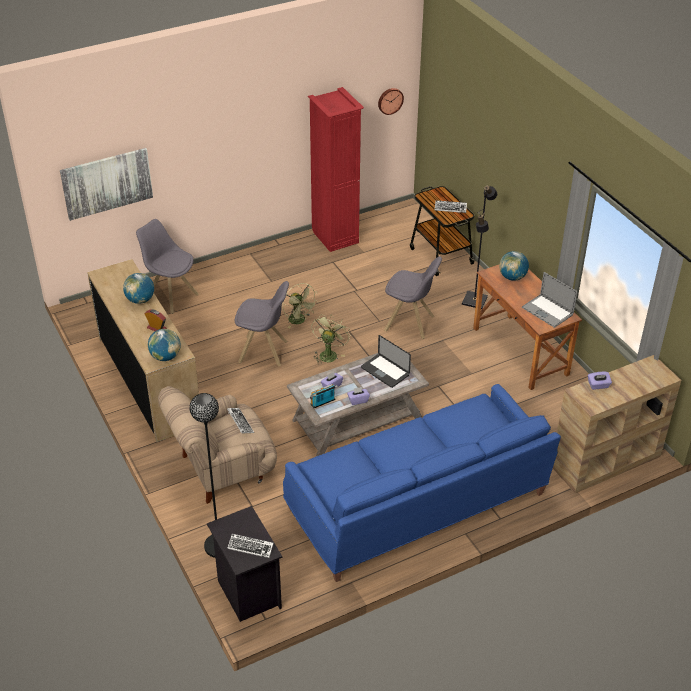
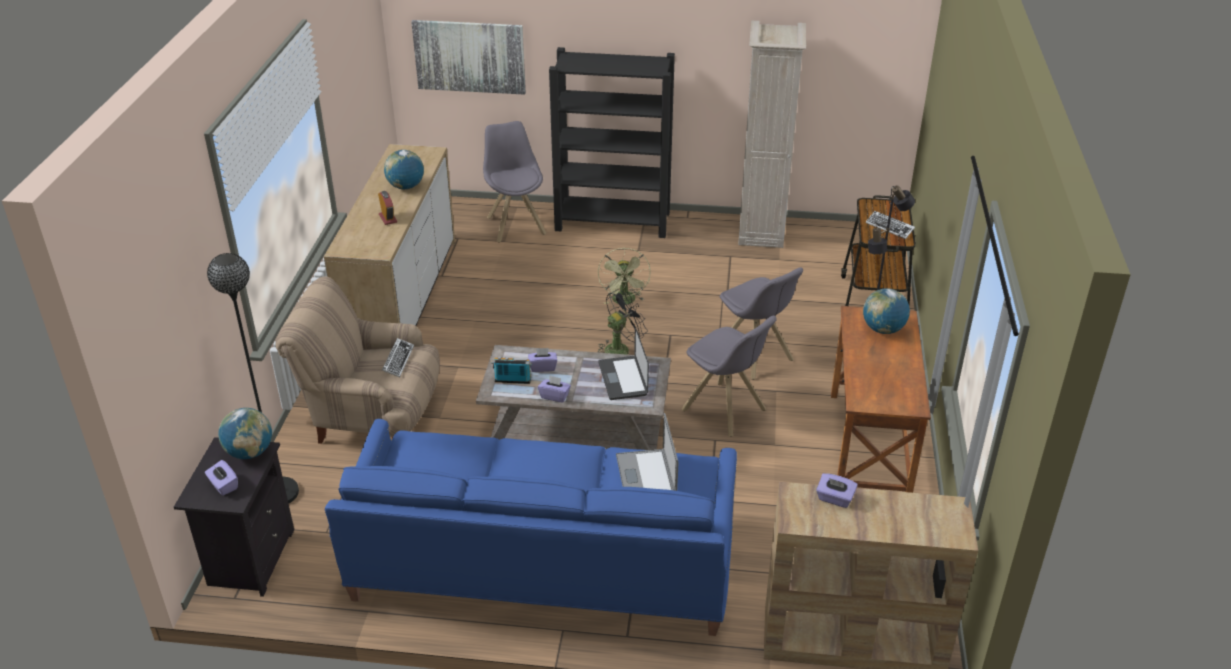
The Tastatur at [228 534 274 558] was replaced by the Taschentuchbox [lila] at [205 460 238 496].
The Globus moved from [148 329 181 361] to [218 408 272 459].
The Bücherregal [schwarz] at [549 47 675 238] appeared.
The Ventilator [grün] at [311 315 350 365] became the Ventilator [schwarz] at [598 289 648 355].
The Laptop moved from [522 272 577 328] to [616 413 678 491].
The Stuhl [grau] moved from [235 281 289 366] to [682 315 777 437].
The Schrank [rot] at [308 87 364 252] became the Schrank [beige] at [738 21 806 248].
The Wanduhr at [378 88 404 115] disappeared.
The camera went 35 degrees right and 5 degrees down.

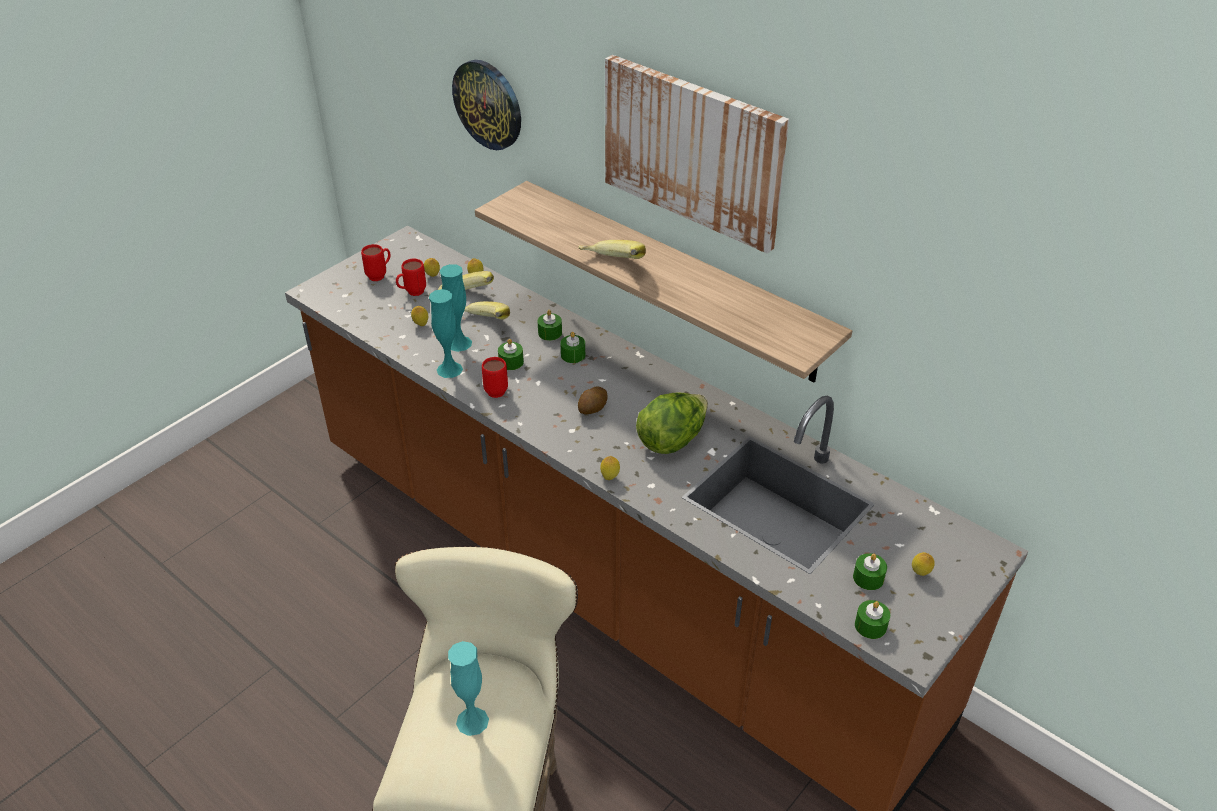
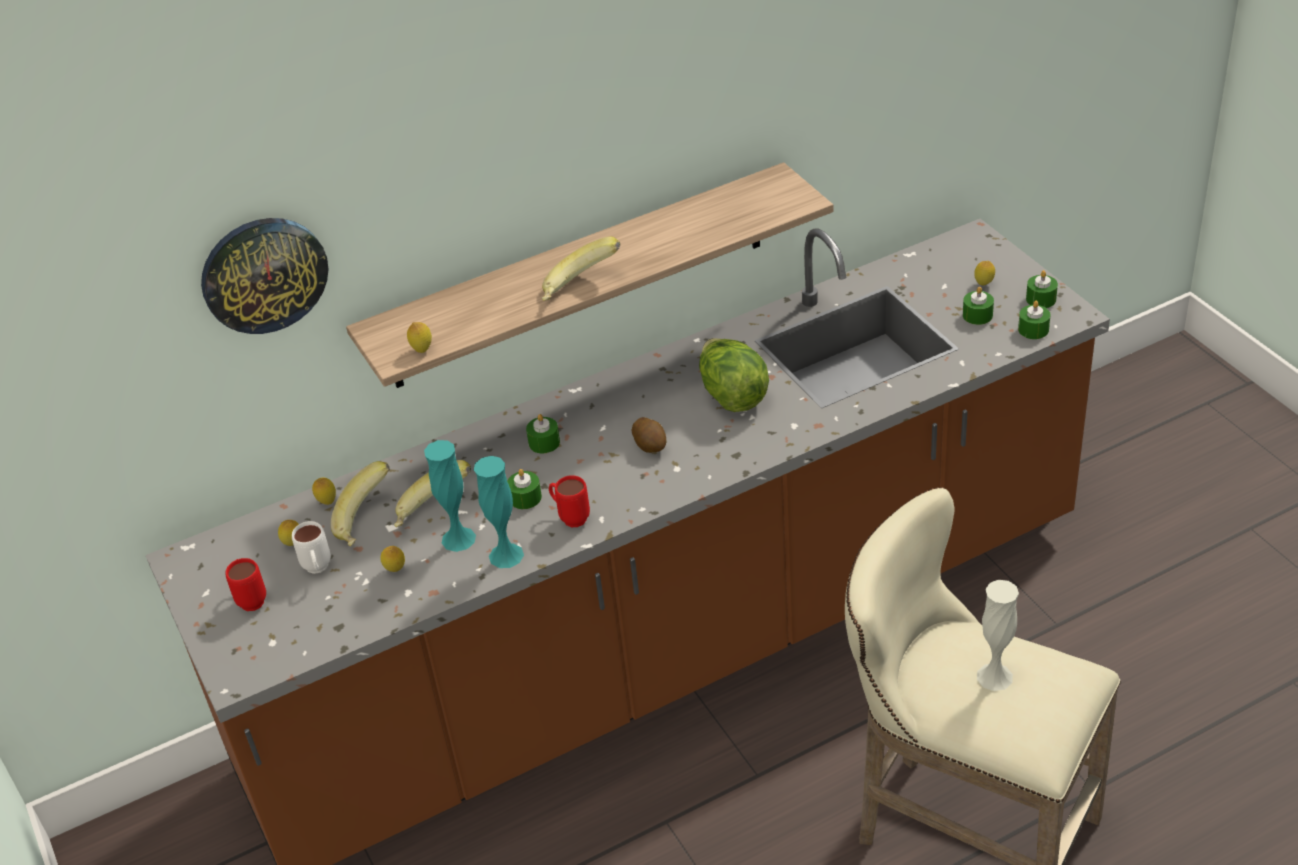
The Henkelbecher [rot] at [396 259 426 296] became the Henkelbecher [weiß] at [292 521 331 574].
The Zitrone moved from [600 456 620 480] to [407 322 432 353].
The Vase [türkis] at [448 641 489 736] became the Vase [weiß] at [977 580 1019 691].
The Kerze [grün] moved from [538 310 562 341] to [1026 270 1058 308].
The Bild at [605 55 789 254] disappeared.
The camera went 65 degrees left and 0 degrees up.

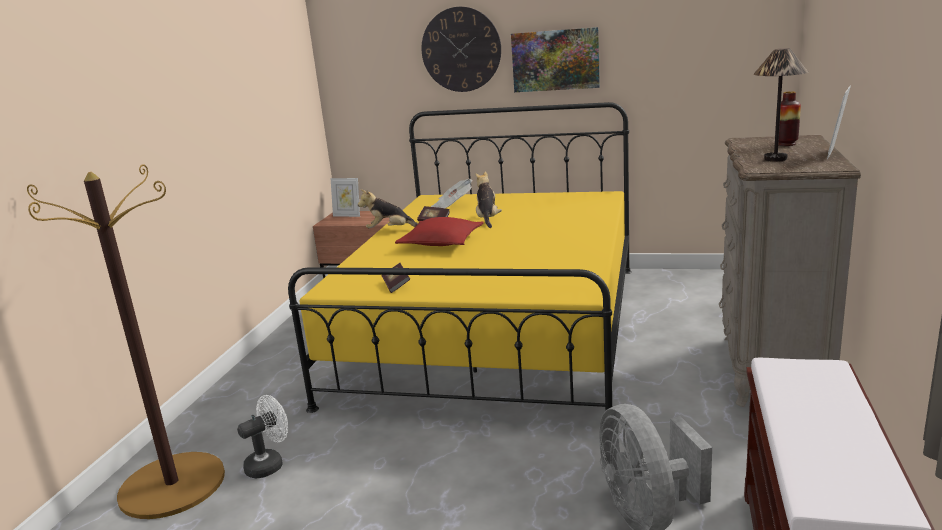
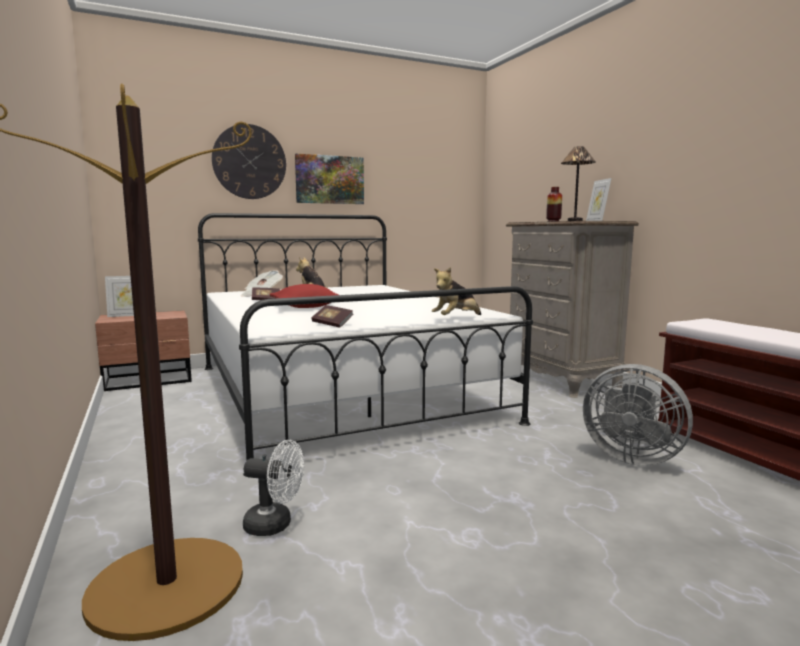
The Bett [gelb] at [288 102 632 413] became the Bett [weiß] at [198 213 533 477].
The Ventilator [weiß] at [237 395 288 478] turned 90 degrees clockwise.
The Plüschtier moved from [358 189 418 228] to [432 267 481 315].
The camera went 40 degrees left and 10 degrees down.

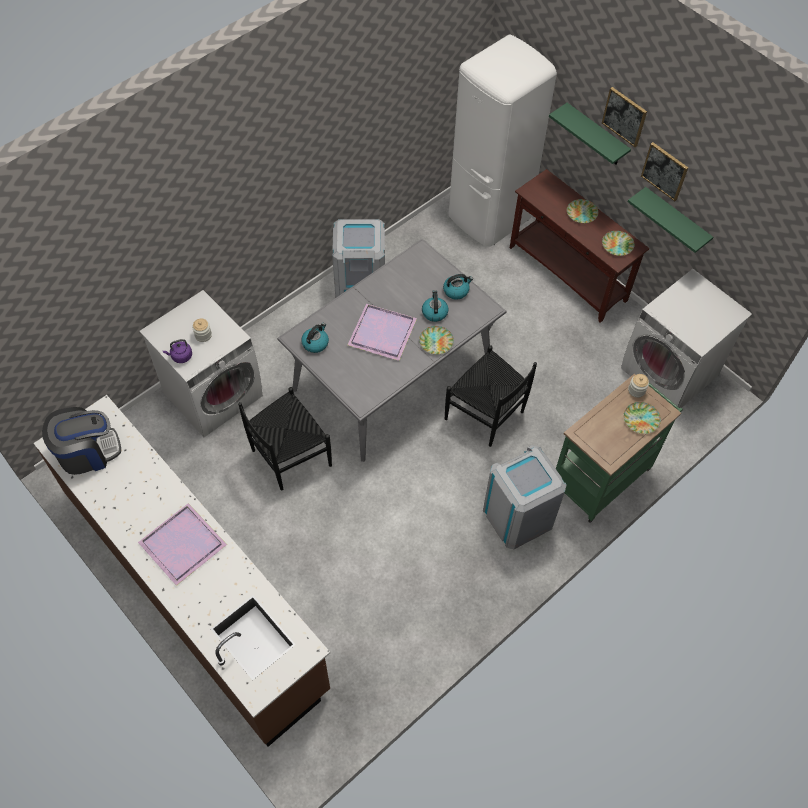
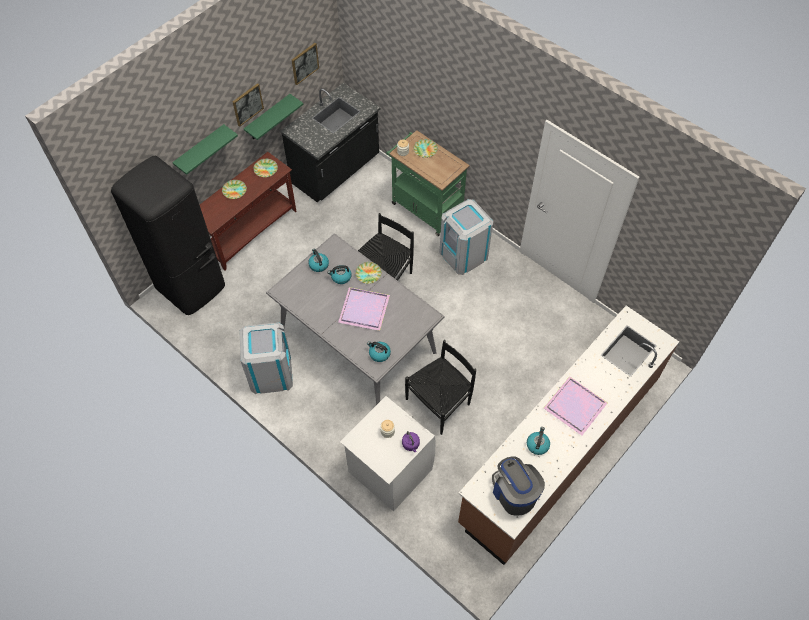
The Kühlschrank [weiß] at [448 35 557 247] became the Kühlschrank [schwarz] at [111 156 225 315].
The Waschmaschine [weiß] at [621 269 752 408] was replaced by the Küchenzeile [schwarz] at [281 83 381 202].
The Bild moved from [602 87 647 147] to [292 43 319 85].
The Stuhl [schwarz] at [238 387 332 490] turned 90 degrees counterclockwise.
The Wasserkessel at [527 427 550 455] appeared.
The camera went 95 degrees left and 0 degrees up.

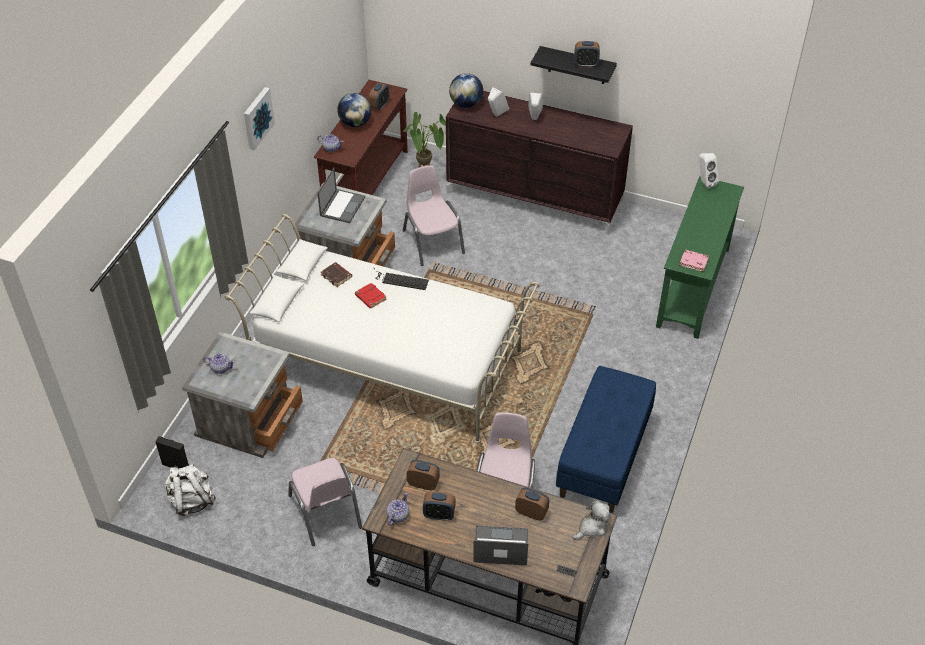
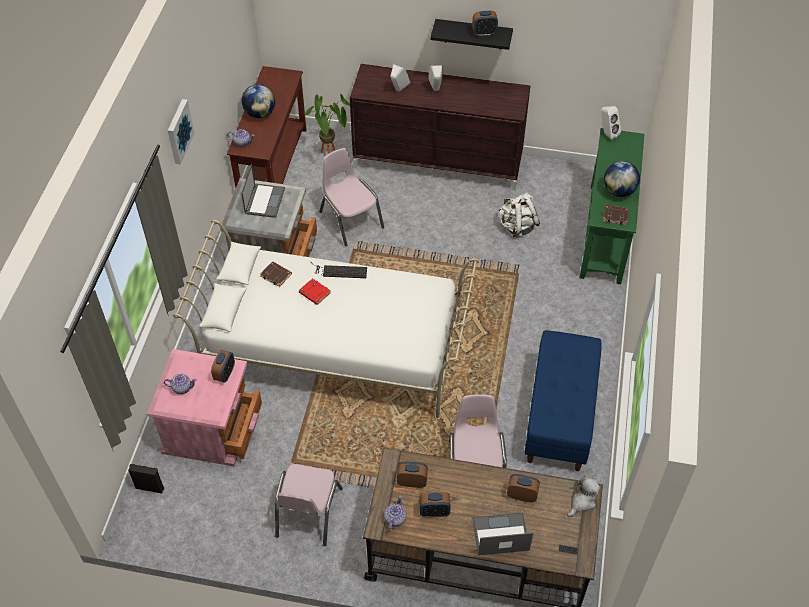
The Nachttisch [grau] at [182 332 303 458] became the Nachttisch [rosa] at [147 349 262 467].
The Wecker moved from [369 83 389 111] to [211 350 235 383].
The Stuhl [rosa] at [288 458 362 546] turned 45 degrees clockwise.
The Rucksack [weiß] moved from [165 464 216 516] to [499 192 540 238].
The Buch [rosa] at [679 249 709 272] became the Buch [braun] at [603 205 629 225].
The Globus moved from [449 73 483 108] to [604 161 640 197].
The camera went 10 degrees left and 5 degrees up.

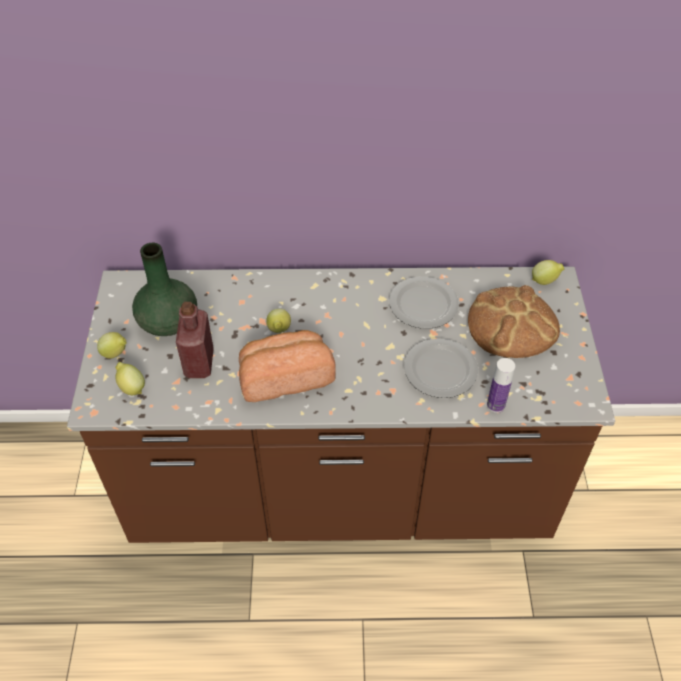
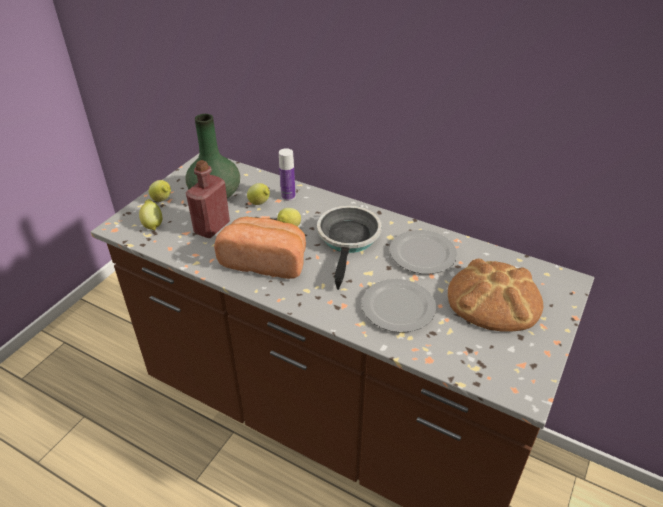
The Zitrone moved from [532 260 564 285] to [247 183 270 205].
The Flasche moved from [487 358 515 413] to [279 148 296 201].
The Pfanne at [317 206 382 290] appeared.
The camera went 30 degrees right and 10 degrees down.

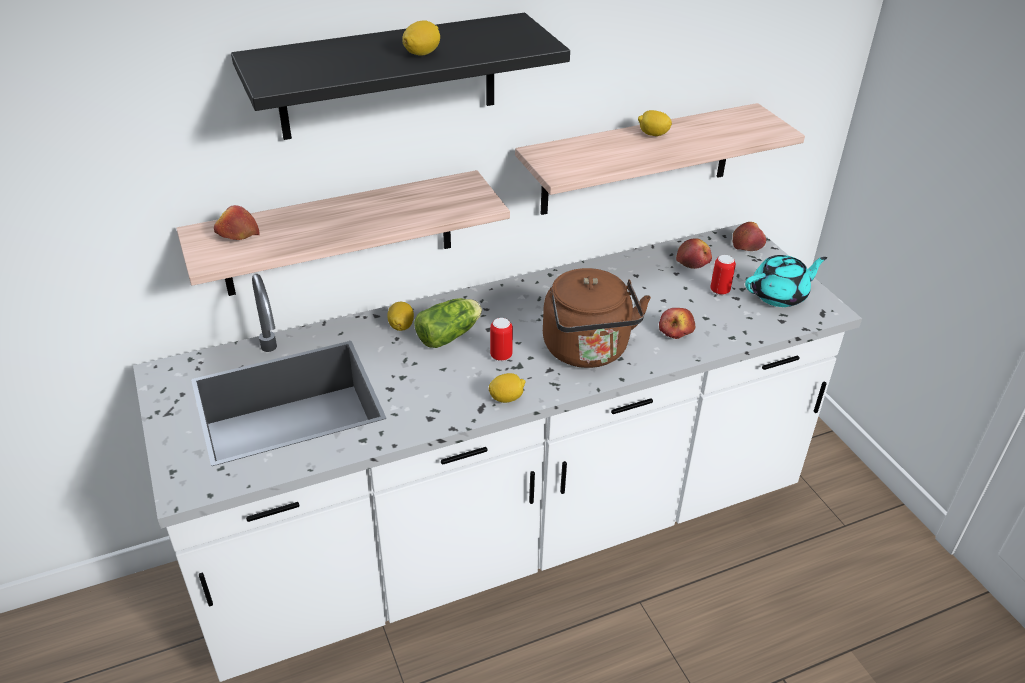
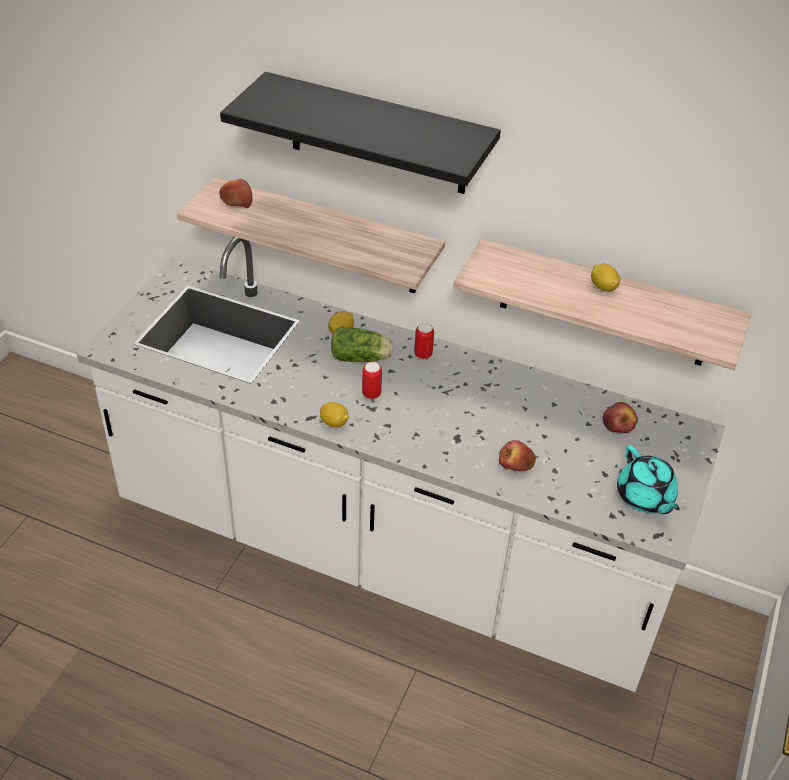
The Dose moved from [710 255 736 295] to [414 323 434 359].
The Teekanne [türkis] at [745 255 827 307] turned 45 degrees clockwise.
The Zitrone at [402 20 440 56] disappeared.
The Wasserkessel [braun] at [543 268 651 368] disappeared.
The Apfel at [733 222 766 251] disappeared.
The camera went 45 degrees right and 5 degrees up.

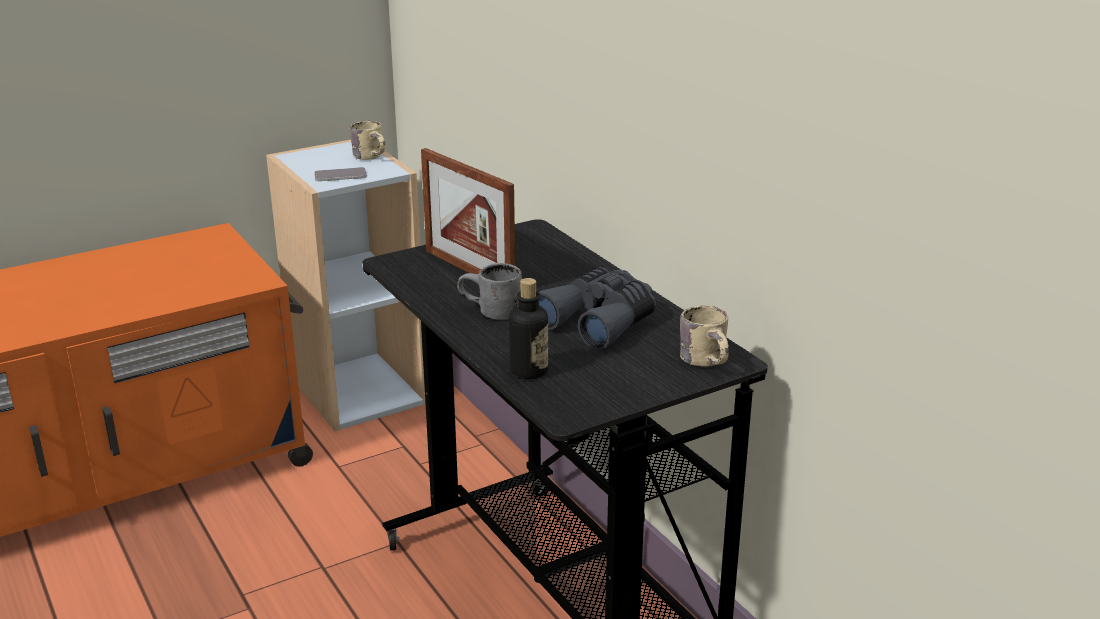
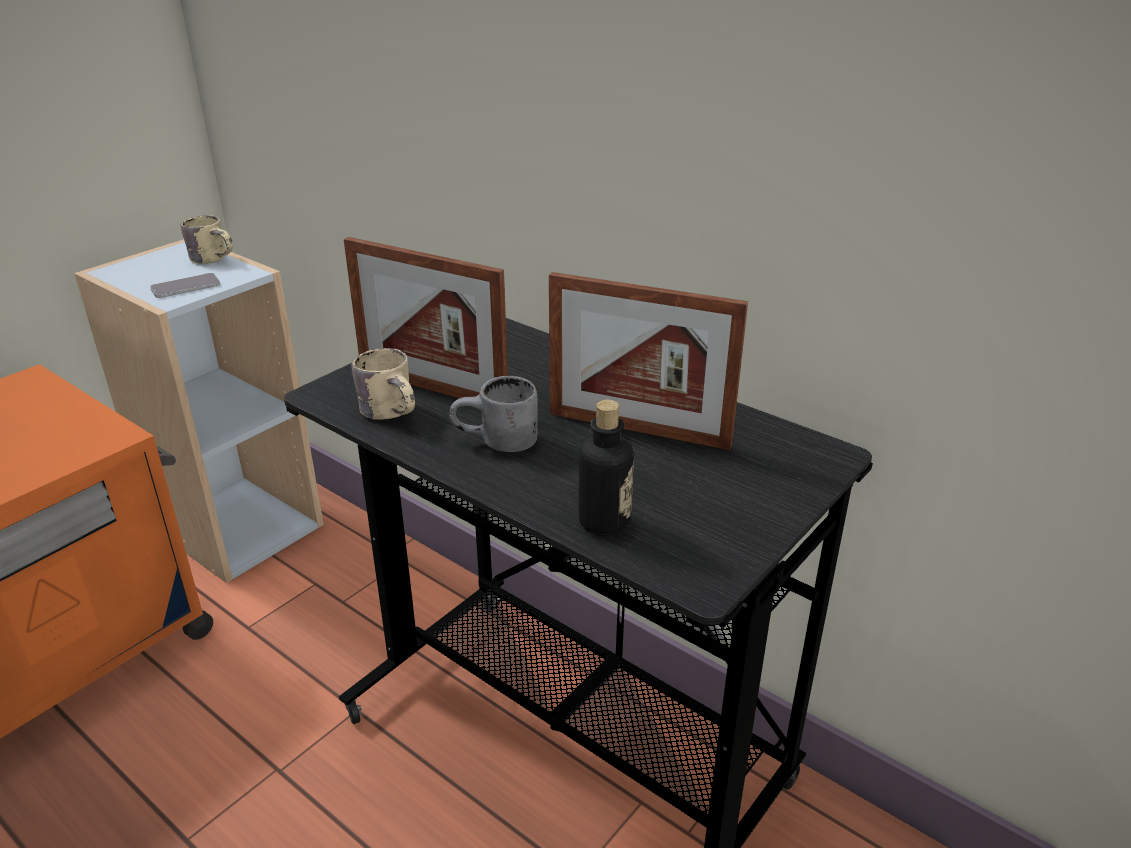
The Henkelbecher [beige] moved from [680 306 729 367] to [351 348 415 420].
The Fernglas [grau] at [538 267 656 350] was replaced by the Bilderrahmen at [549 272 748 450].
The camera went 20 degrees left and 5 degrees up.

